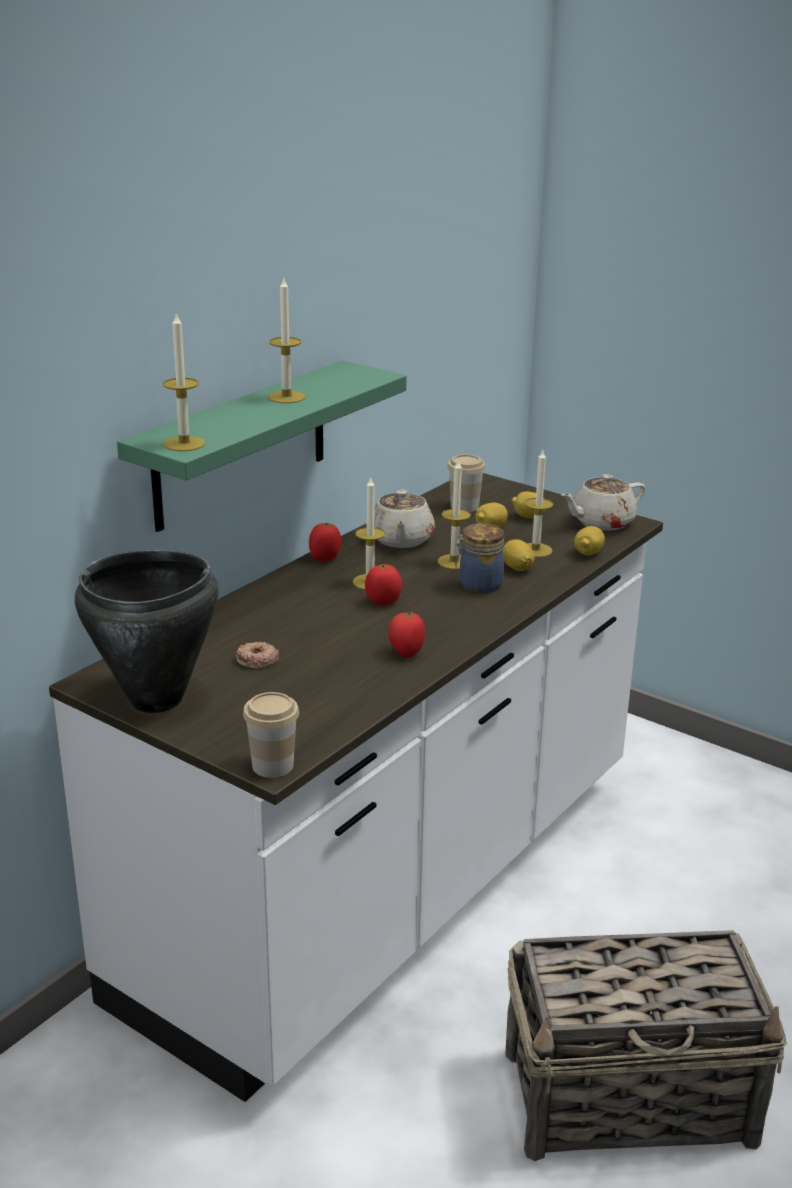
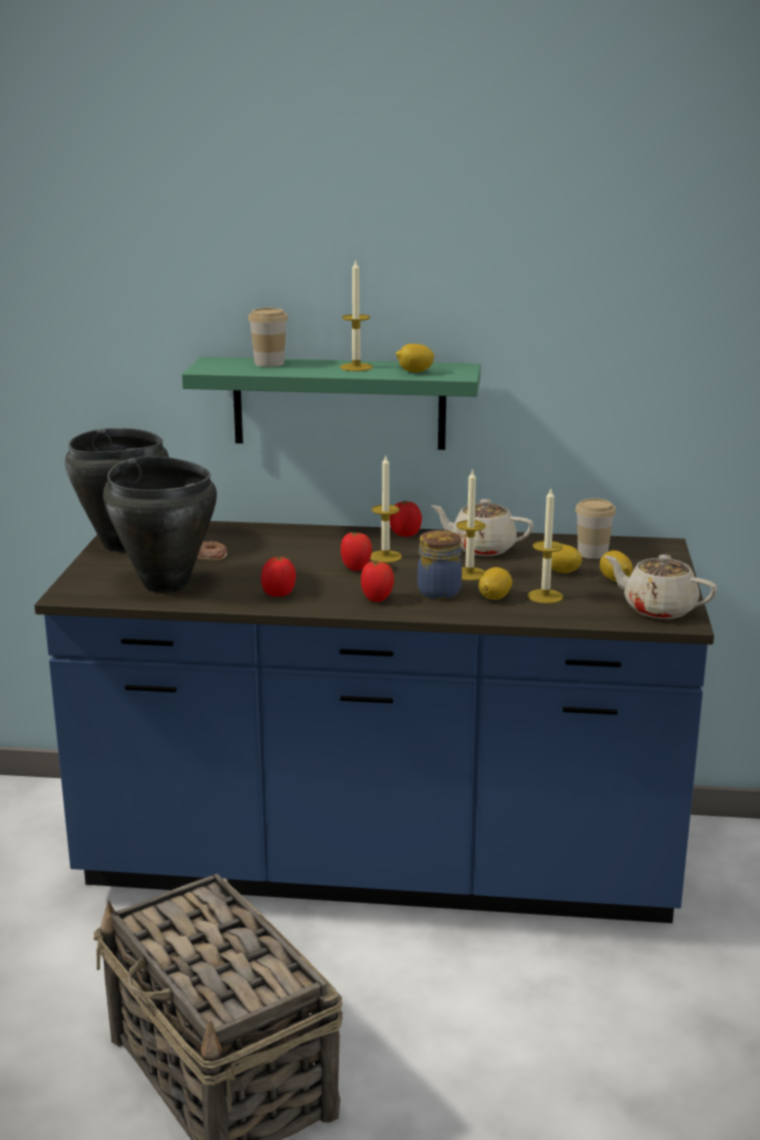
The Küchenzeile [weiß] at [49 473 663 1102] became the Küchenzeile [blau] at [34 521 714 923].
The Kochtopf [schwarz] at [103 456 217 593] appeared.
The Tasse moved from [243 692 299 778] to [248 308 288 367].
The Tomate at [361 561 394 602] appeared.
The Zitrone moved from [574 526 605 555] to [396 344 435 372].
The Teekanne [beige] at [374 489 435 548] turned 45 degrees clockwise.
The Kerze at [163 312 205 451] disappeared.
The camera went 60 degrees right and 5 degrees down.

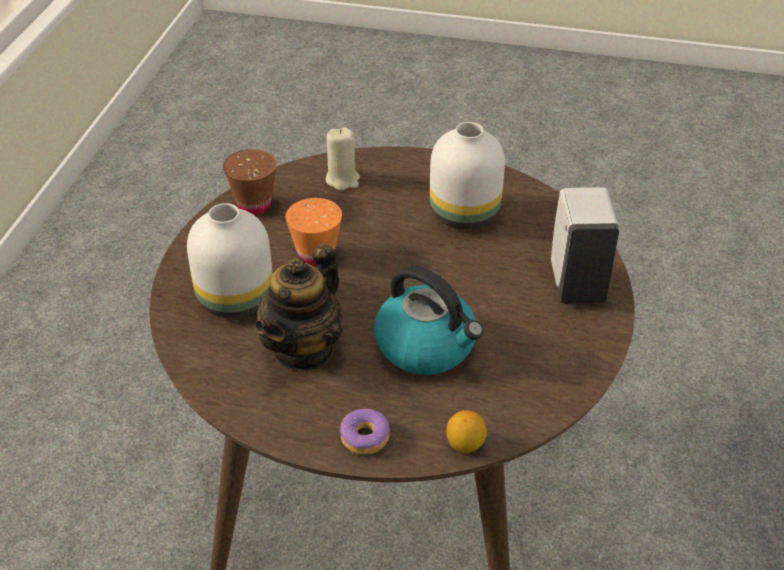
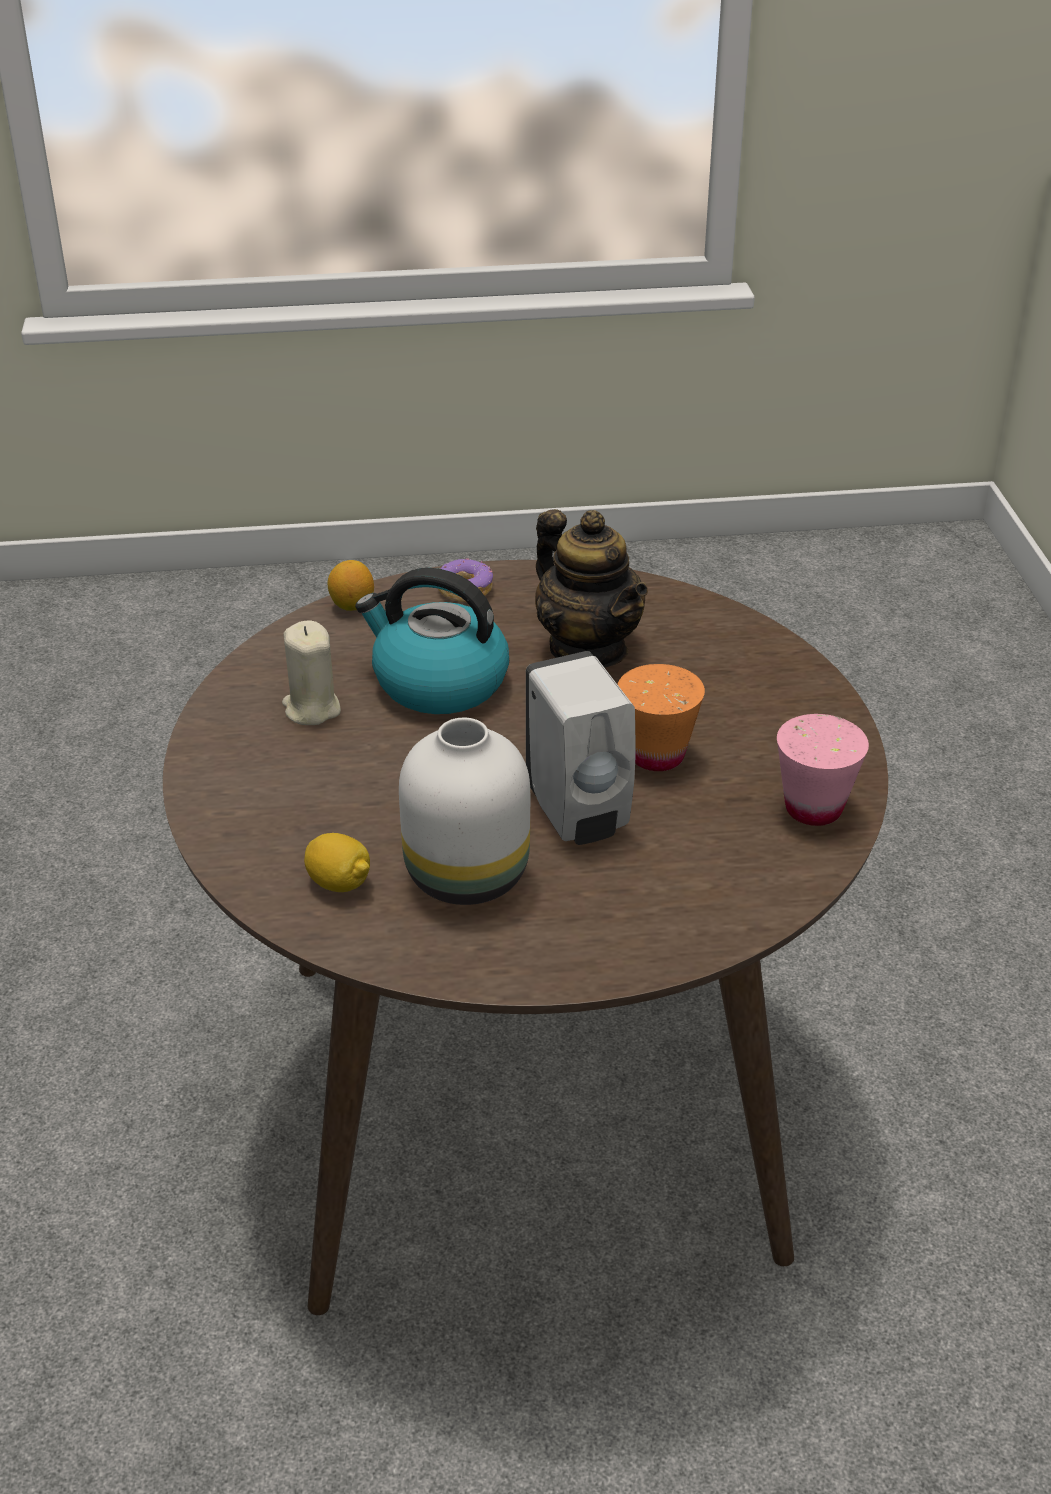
The Kerze [beige] moved from [326 127 360 190] to [282 621 341 725].
The Zitrone at [304 833 370 892] appeared.
The Seifenspender [weiß] moved from [551 187 619 304] to [526 651 636 845].
The Teekanne at [255 244 343 372] turned 135 degrees clockwise.
The Tasse [braun] at [223 149 277 215] became the Tasse [rosa] at [777 714 869 826].
The Vase [weiß] at [187 203 273 318] disappeared.
The camera went 160 degrees right and 5 degrees down.

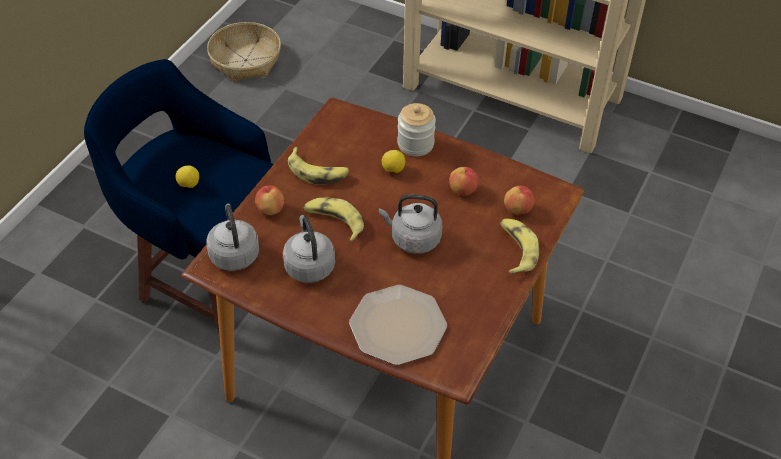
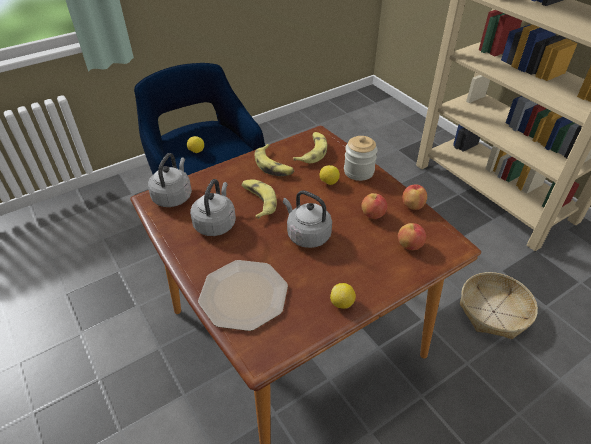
The Banane moved from [500 219 539 275] to [293 132 327 163].
The Zitrone at [330 283 356 309] appeared.
The Apfel moved from [255 185 284 215] to [402 185 427 210].
The Korb moved from [207 22 281 81] to [460 272 538 339].
The camera went 30 degrees right and 5 degrees down.

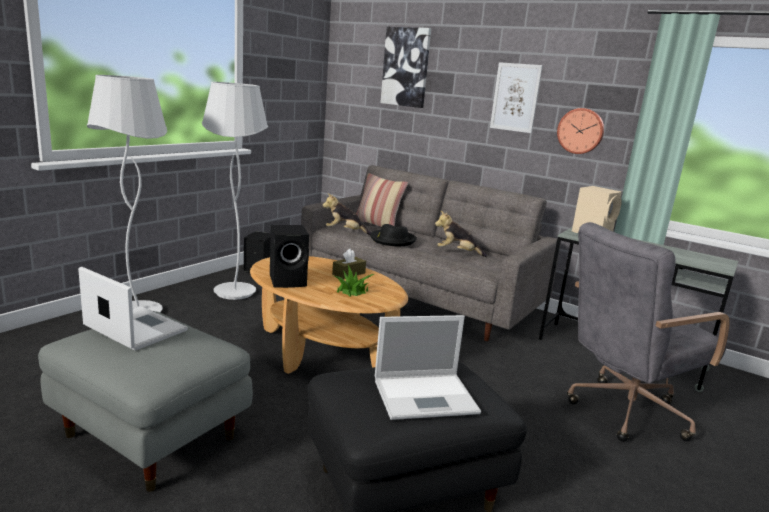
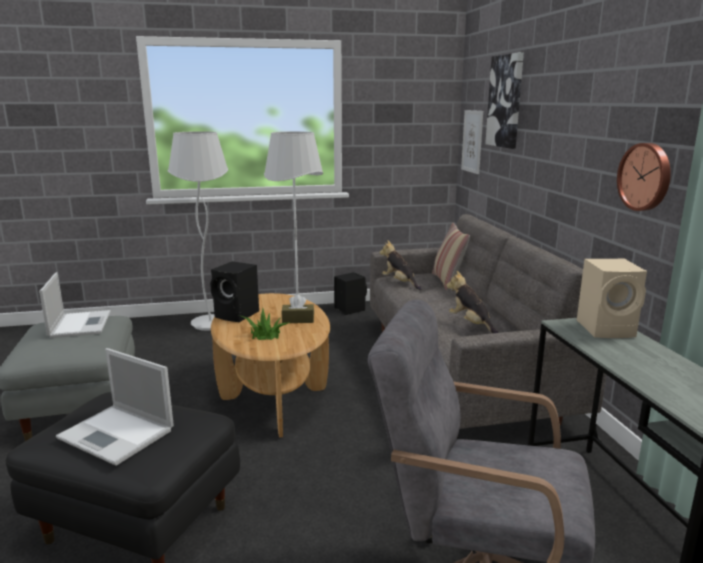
The Bild moved from [490 62 543 133] to [461 110 483 174].
The Hut [schwarz] at [370 224 417 246] disappeared.
The camera went 45 degrees right and 0 degrees up.

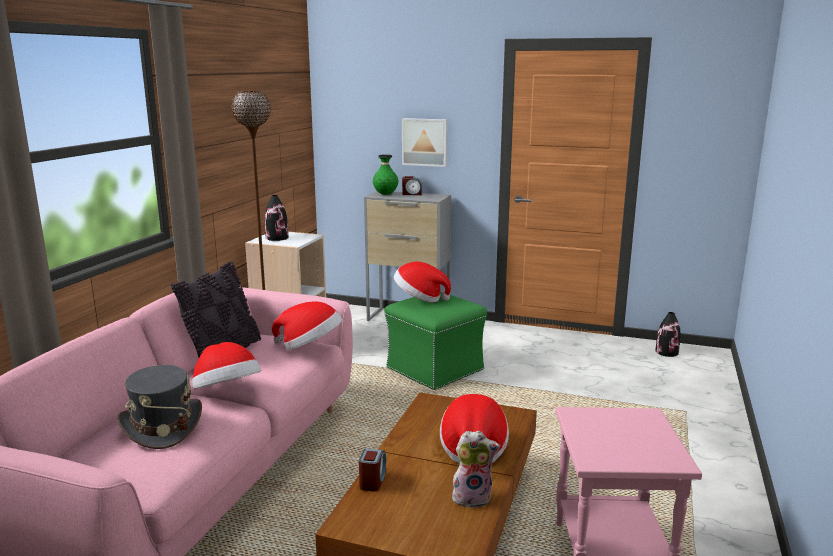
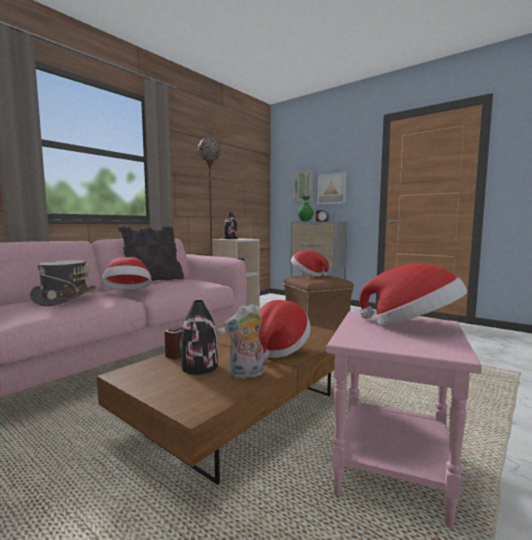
The Vase [schwarz] moved from [656 312 681 357] to [181 300 218 375].
The Plüschtier at [452 431 500 508] turned 135 degrees clockwise.
The Polsterhocker [grün] at [384 292 487 390] became the Polsterhocker [braun] at [283 275 354 331].
The Bild at [294 170 313 203] appeared.
The Hut moved from [272 301 342 350] to [359 263 467 325].
The camera went 20 degrees right and 10 degrees down.

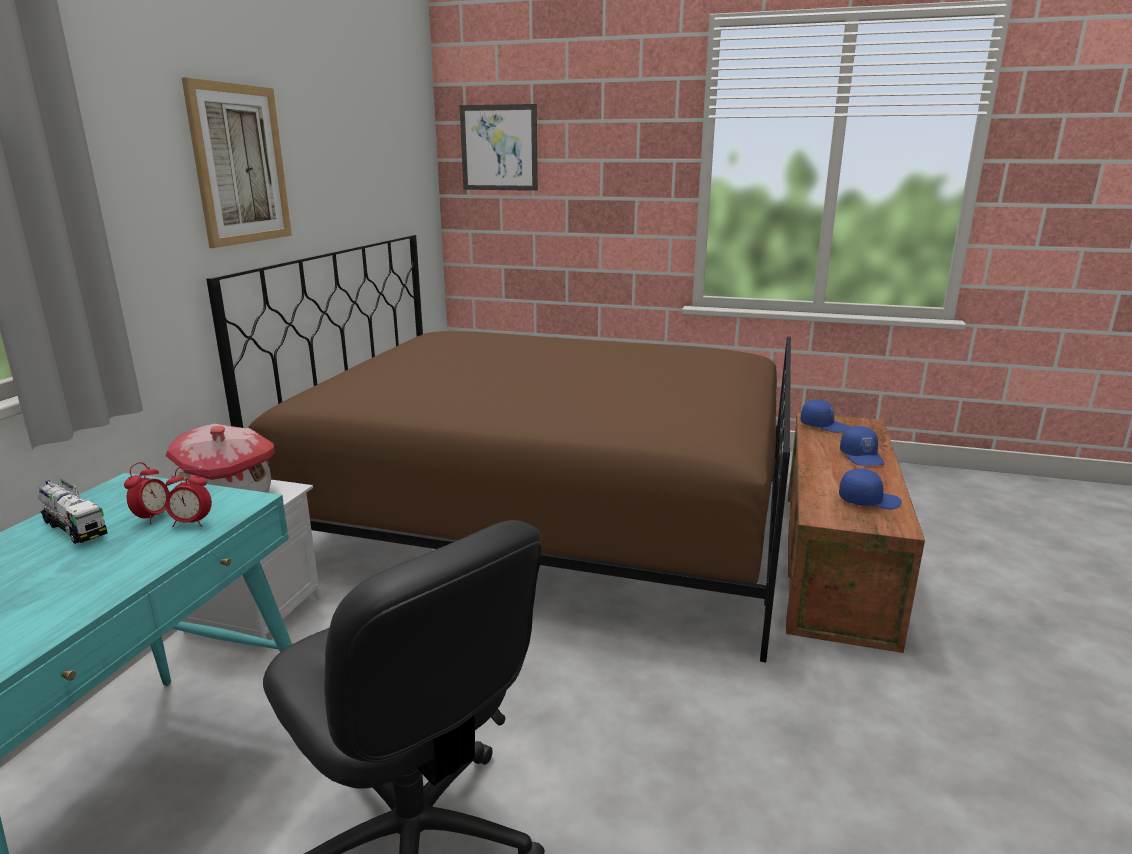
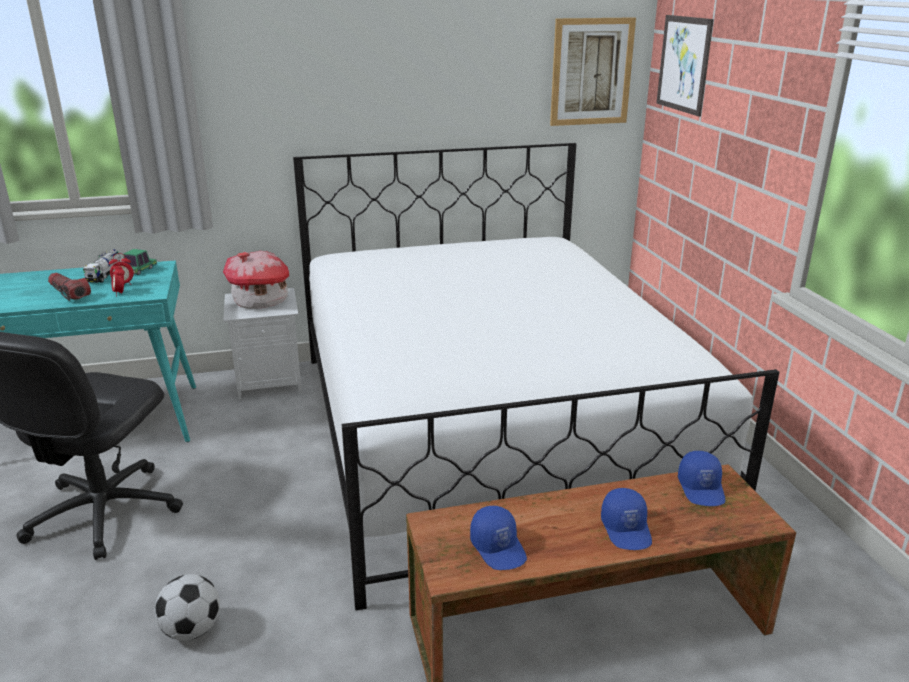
The Taschenlampe at [48 273 91 301] appeared.
The Spielzeugauto at [124 249 157 275] appeared.
The Fußball at [155 574 220 641] appeared.
The Bett [braun] at [206 235 791 663] became the Bett [weiß] at [293 143 779 611].
The Bild moved from [182 77 292 248] to [550 17 636 126].
The Kappe [blau] at [840 426 885 466] turned 60 degrees counterclockwise.
The camera went 60 degrees right and 5 degrees up.

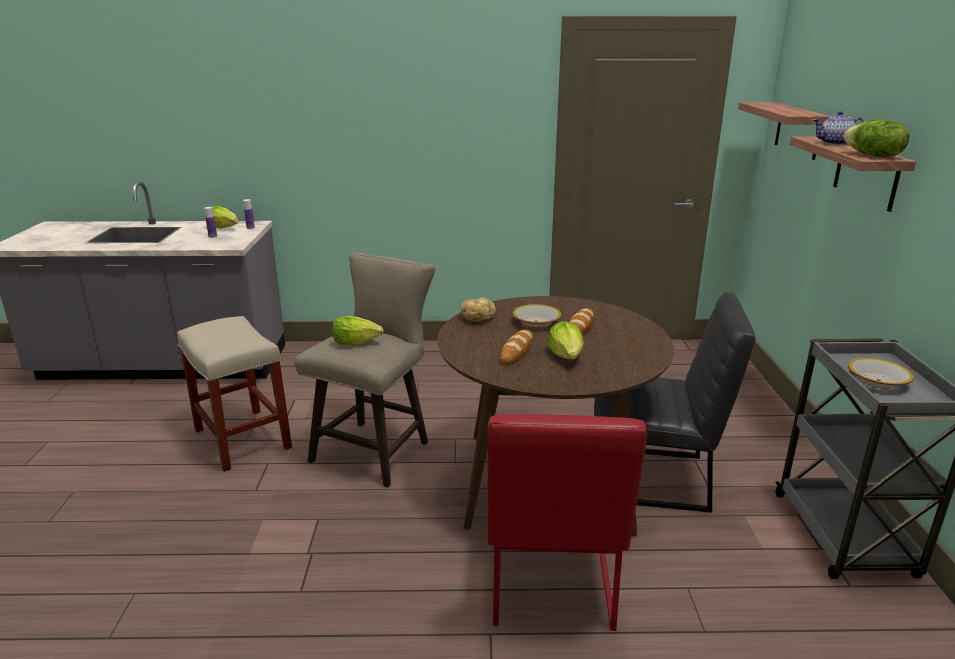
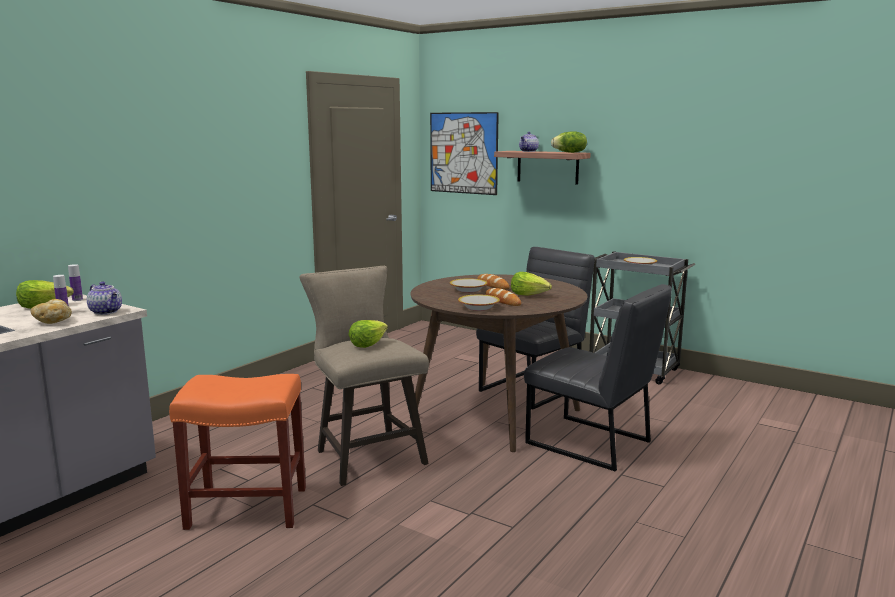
The Brot moved from [461 297 496 321] to [30 299 72 324].
The Teekanne at [87 281 122 315] appeared.
The Hocker [beige] at [177 316 292 472] became the Hocker [orange] at [169 374 306 530].
The Wandregal at [738 102 830 160] was replaced by the Bild at [430 112 499 195].
The Schüssel at [458 294 500 311] appeared.
The Stuhl [rot] at [487 414 647 631] became the Stuhl [grau] at [524 284 672 471].
The camera went 55 degrees left and 10 degrees down.

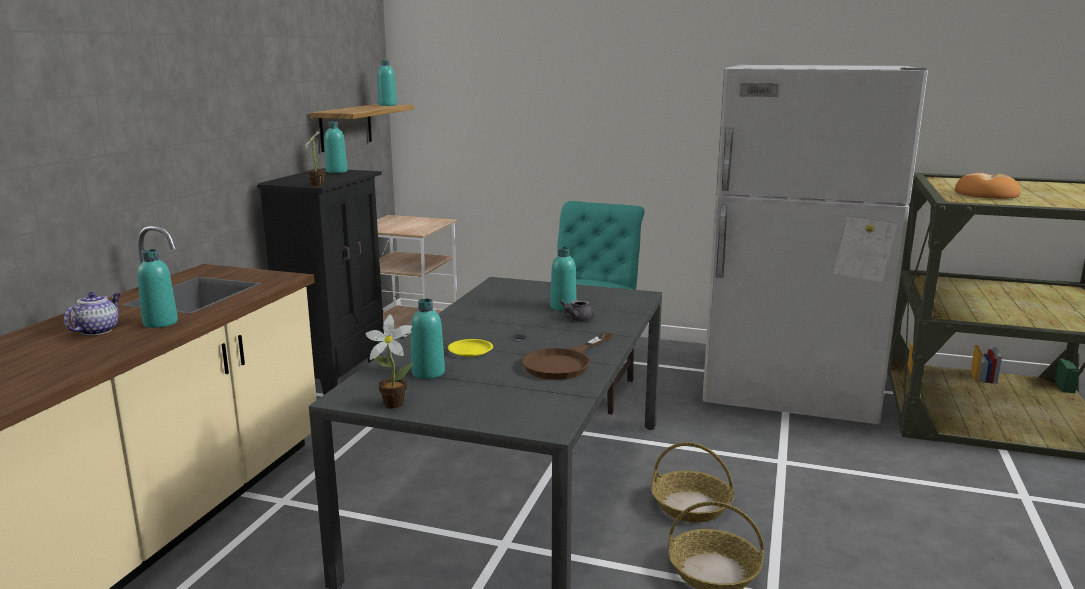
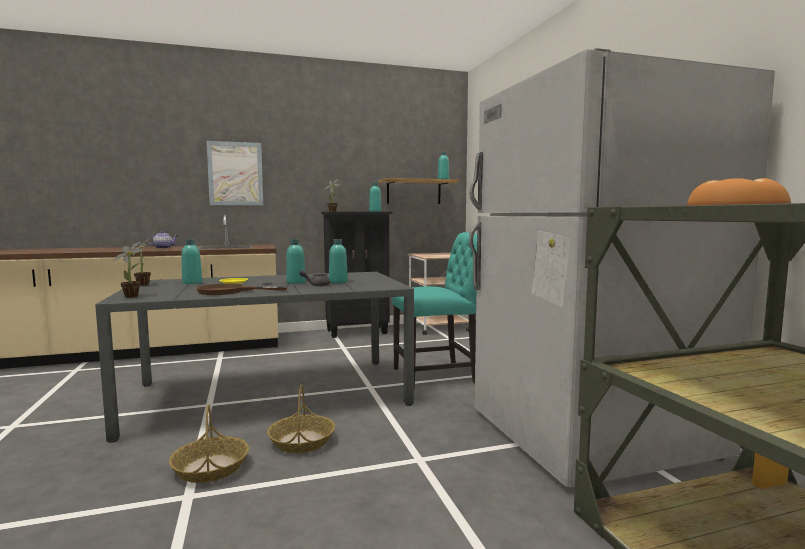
The Topfpflanze at [113 241 143 297] appeared.
The Bild at [207 141 263 205] appeared.
The Flasche [türkis] moved from [137 249 178 328] to [286 239 306 284].
The camera went 55 degrees right and 10 degrees down.

